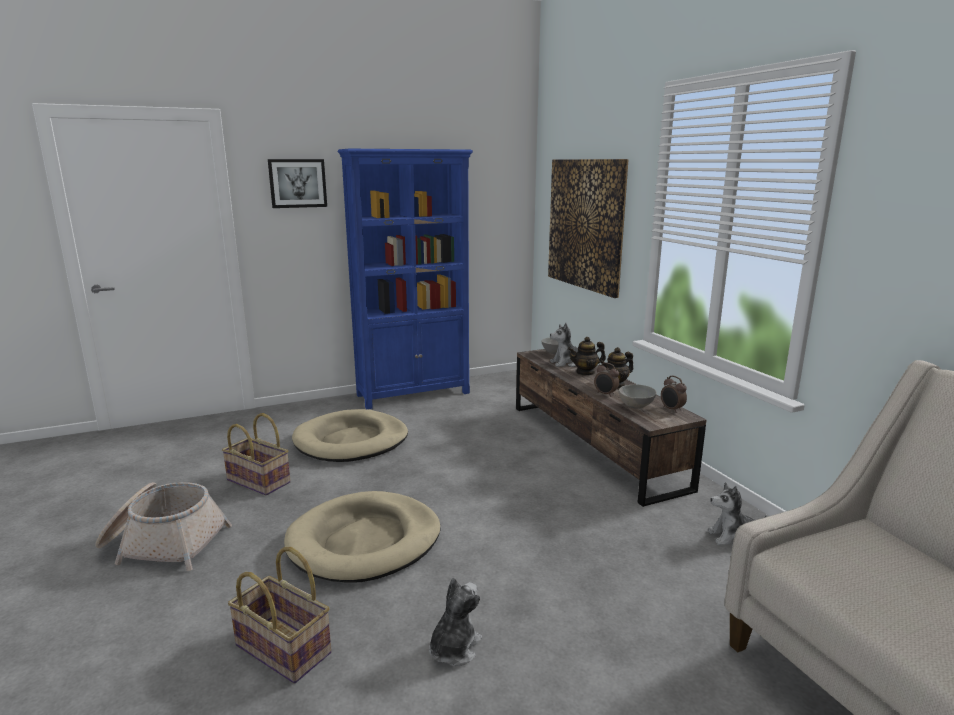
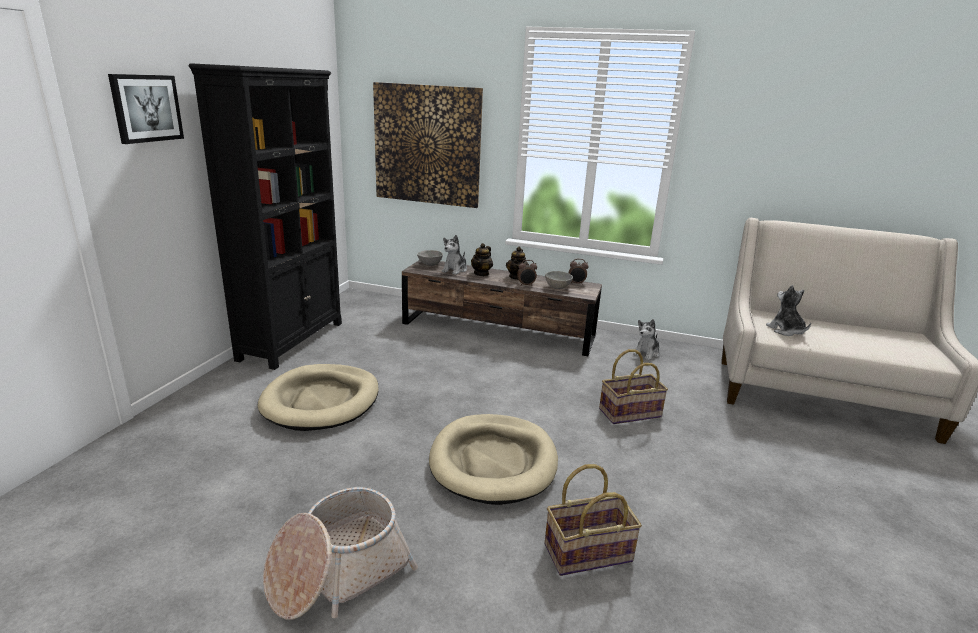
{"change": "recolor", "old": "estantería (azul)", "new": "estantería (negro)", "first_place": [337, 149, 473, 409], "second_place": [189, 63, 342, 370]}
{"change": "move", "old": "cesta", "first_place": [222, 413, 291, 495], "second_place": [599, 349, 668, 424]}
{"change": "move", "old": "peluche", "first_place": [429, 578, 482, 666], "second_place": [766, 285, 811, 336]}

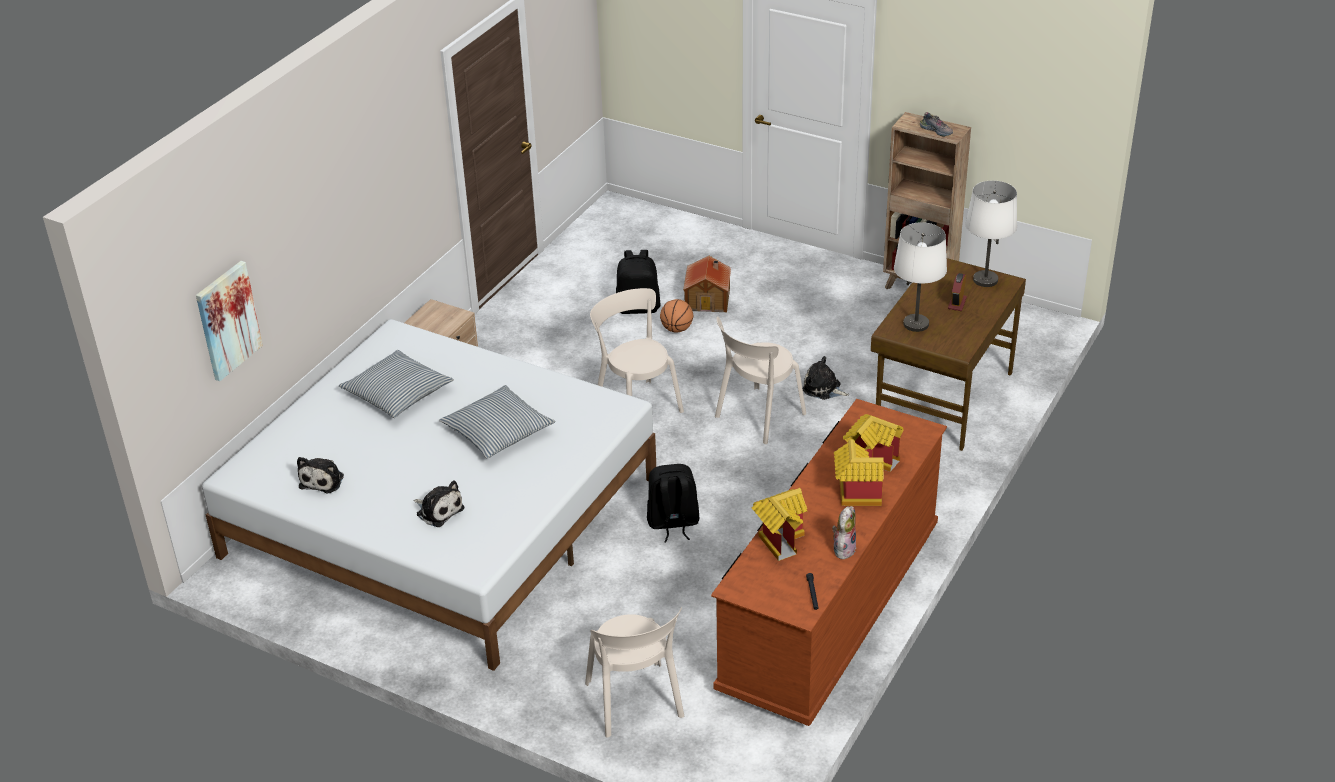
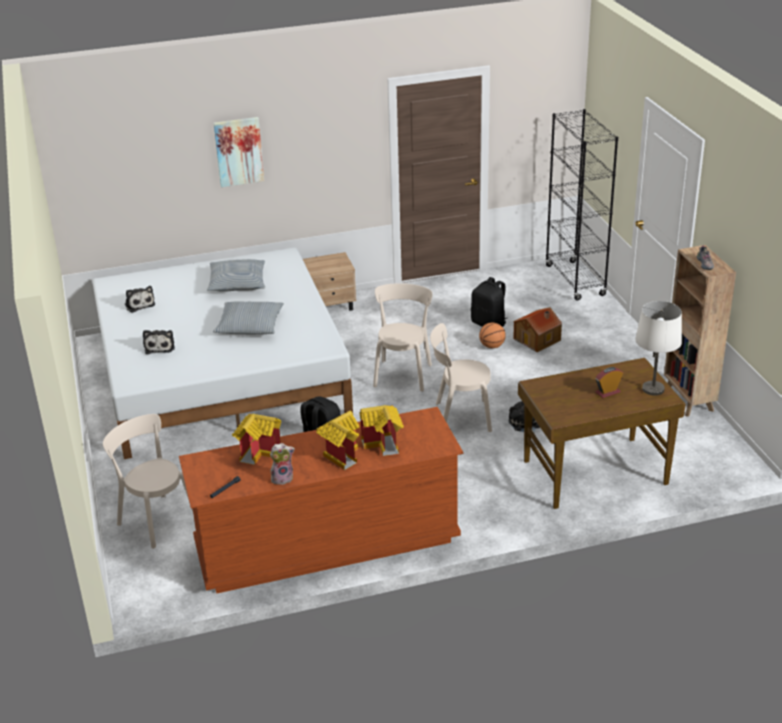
{"change": "rotate", "old": "silla (beis)", "first_place": [585, 607, 684, 738], "second_place": [103, 414, 193, 549], "degrees": 105}
{"change": "rotate", "old": "peluche", "first_place": [297, 457, 344, 493], "second_place": [125, 286, 155, 313], "degrees": -90}
{"change": "move", "old": "cuadro", "first_place": [196, 261, 263, 381], "second_place": [214, 117, 264, 187]}
{"change": "insert", "new": "estantería (negro)", "second_place": [545, 109, 618, 300]}
{"change": "delete", "old": "lámpara de mesa (blanco)", "first_place": [894, 222, 947, 332]}

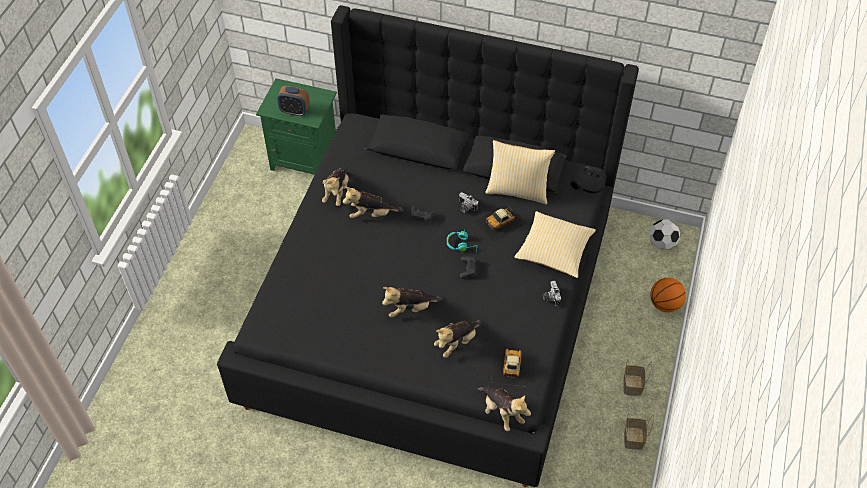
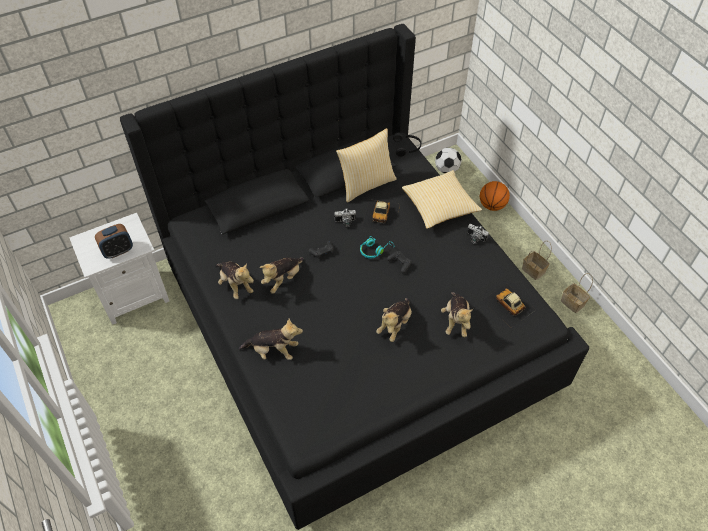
{"change": "recolor", "old": "mesita de noche (verde)", "new": "mesita de noche (blanco)", "first_place": [256, 78, 337, 175], "second_place": [69, 213, 169, 325]}
{"change": "move", "old": "peluche", "first_place": [477, 387, 531, 431], "second_place": [239, 318, 303, 360]}

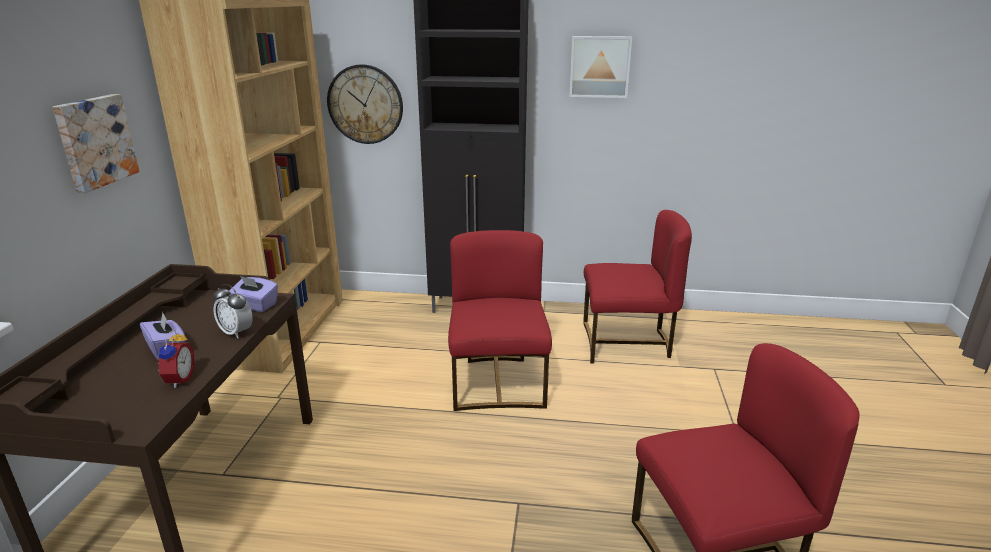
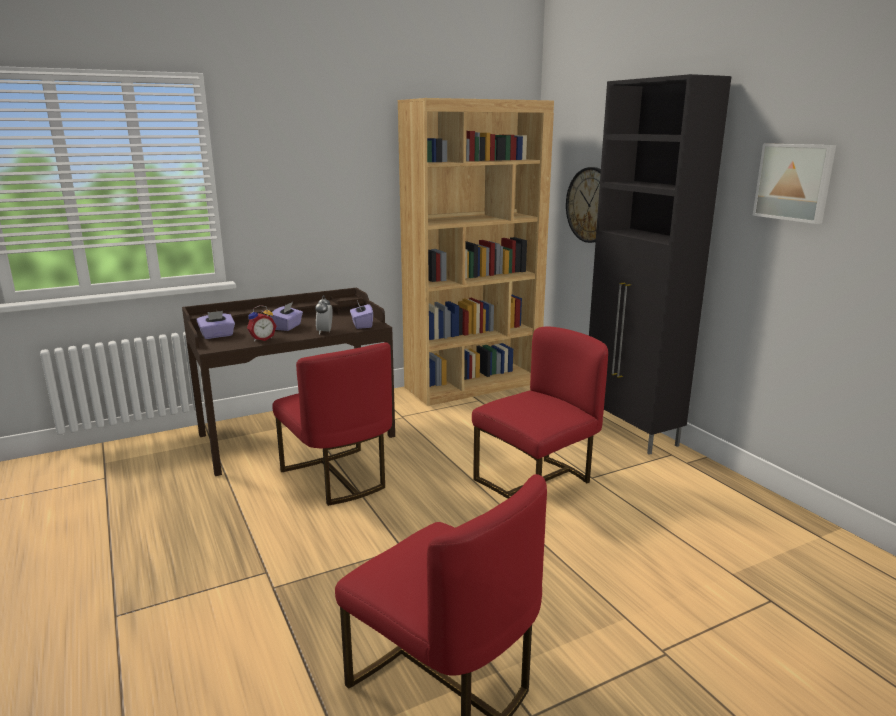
{"change": "insert", "new": "caja de pañuelos (morado)", "second_place": [197, 311, 235, 339]}
{"change": "move", "old": "silla (rojo)", "first_place": [583, 210, 692, 364], "second_place": [273, 342, 392, 506]}
{"change": "delete", "old": "cuadro", "first_place": [53, 94, 139, 193]}

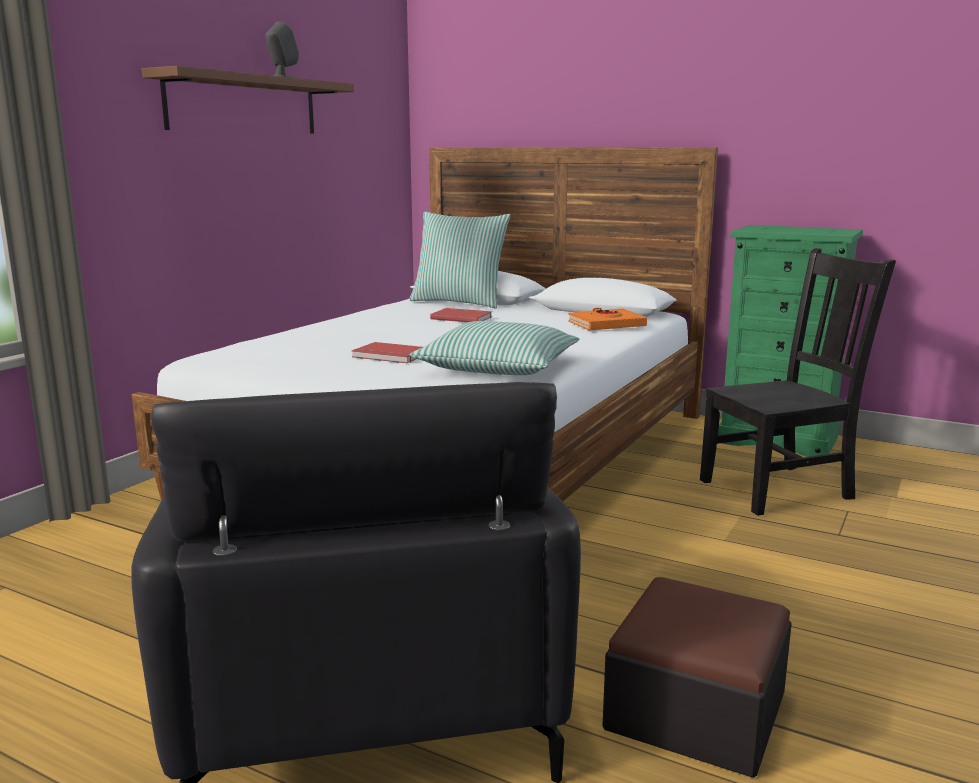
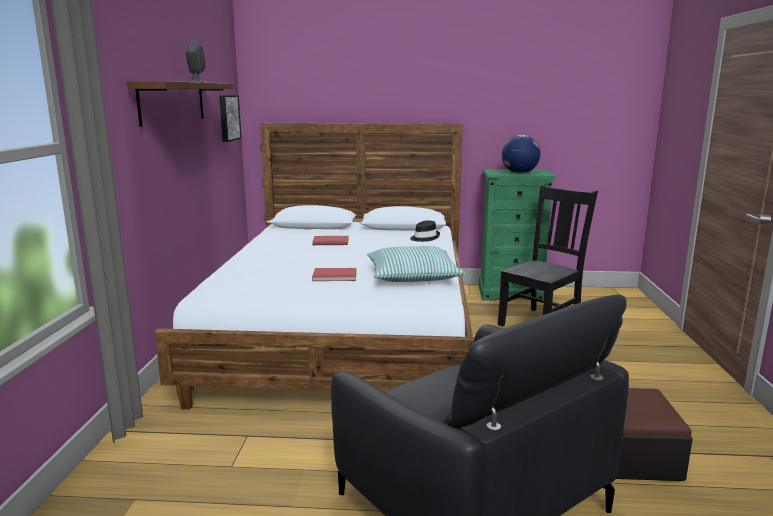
{"change": "insert", "new": "cuadro", "second_place": [219, 95, 242, 142]}
{"change": "replace", "old": "libro (naranja)", "new": "sombrero (negro)", "first_place": [568, 308, 647, 330], "second_place": [410, 221, 440, 242]}
{"change": "insert", "new": "globo terráqueo", "second_place": [502, 135, 540, 174]}
{"change": "delete", "old": "cojín", "first_place": [409, 212, 511, 308]}

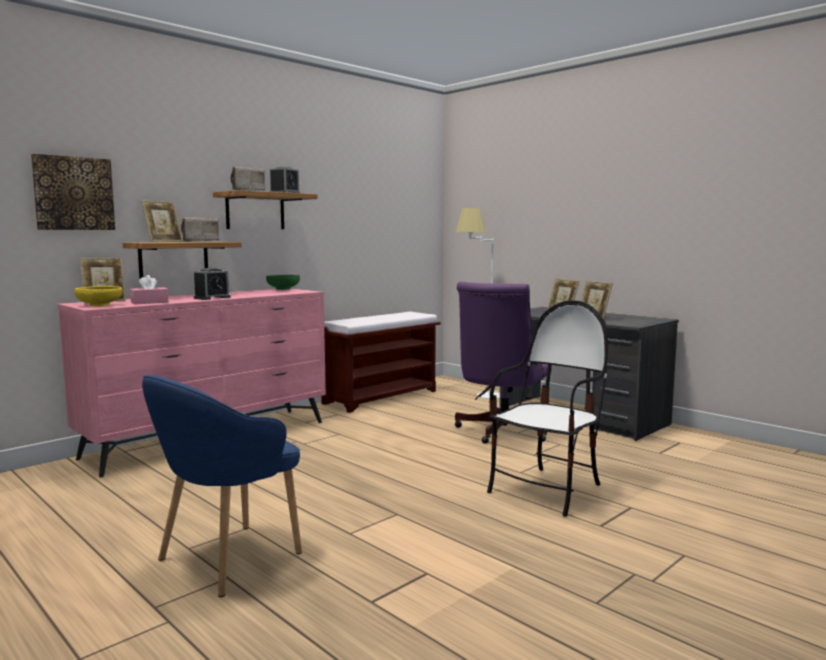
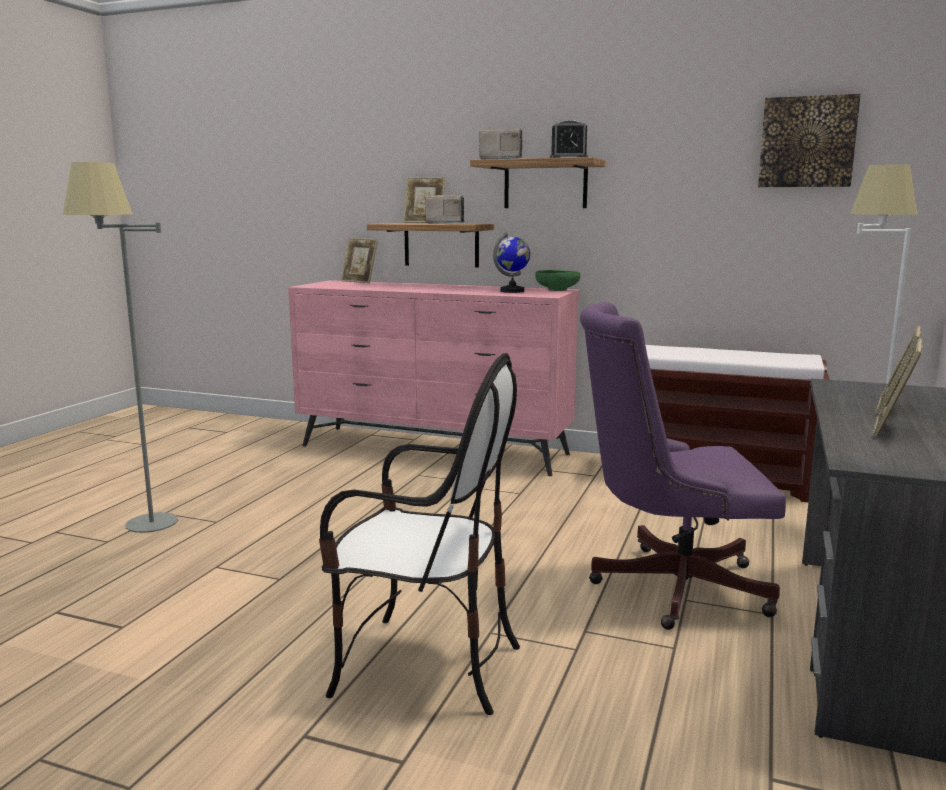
{"change": "replace", "old": "sillón (azul)", "new": "lámpara de pie (gris)", "first_place": [142, 375, 302, 597], "second_place": [63, 162, 178, 533]}
{"change": "insert", "new": "globo terráqueo", "second_place": [493, 233, 530, 293]}
{"change": "move", "old": "cuadro", "first_place": [31, 154, 115, 230], "second_place": [758, 94, 861, 187]}
{"change": "delete", "old": "cuenco (amarillo)", "first_place": [75, 286, 123, 306]}
{"change": "delete", "old": "caja de pañuelos (rosa)", "first_place": [130, 275, 168, 304]}
{"change": "delete", "old": "despertador", "first_place": [194, 268, 231, 300]}

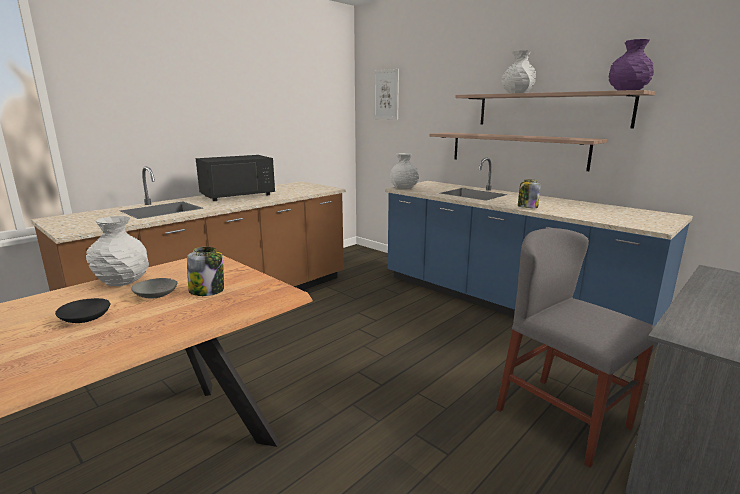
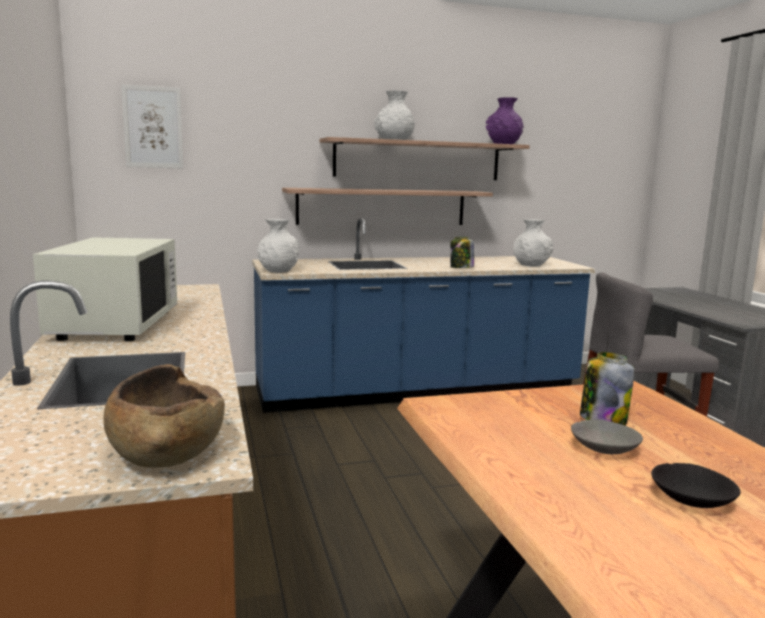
{"change": "recolor", "old": "microondas (negro)", "new": "microondas (blanco)", "first_place": [196, 155, 275, 201], "second_place": [33, 237, 177, 341]}
{"change": "insert", "new": "cuenco (marrón)", "second_place": [104, 364, 225, 468]}
{"change": "move", "old": "florero (blanco)", "first_place": [86, 216, 149, 286], "second_place": [513, 219, 553, 267]}

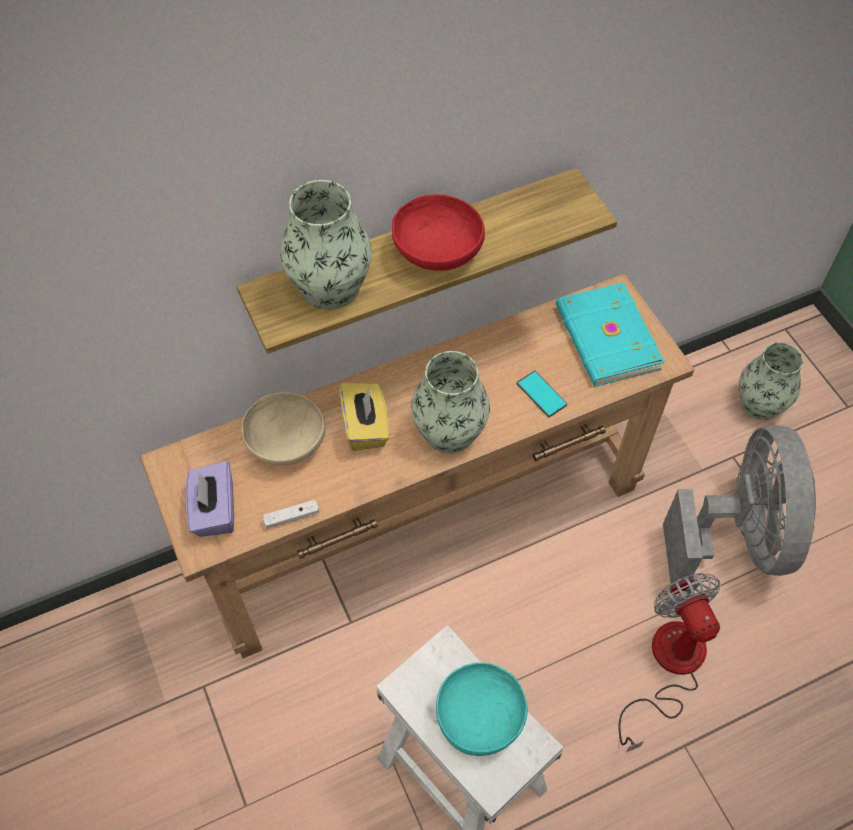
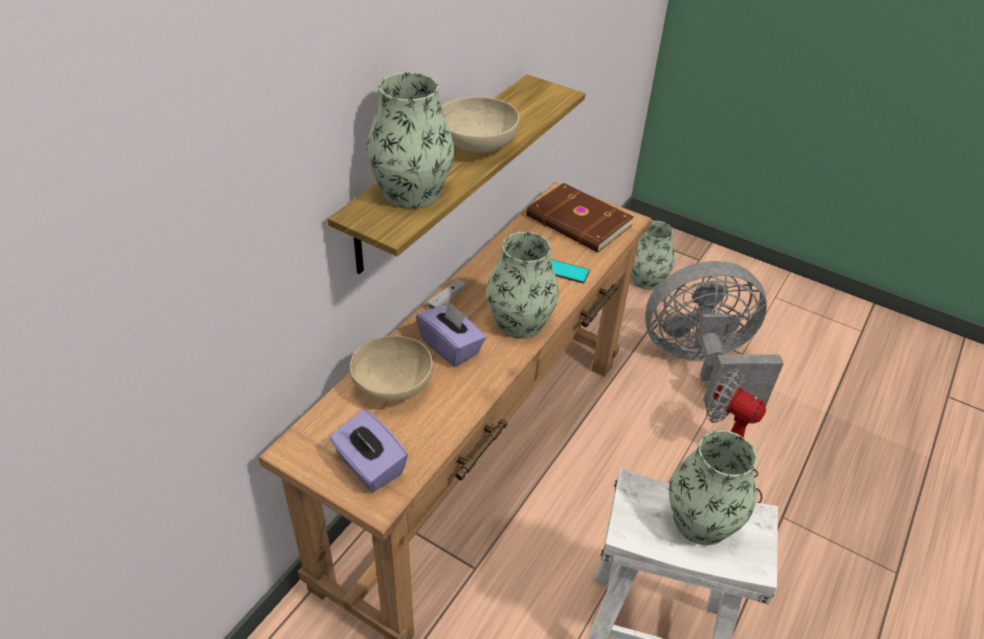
{"change": "recolor", "old": "caja de pañuelos (amarillo)", "new": "caja de pañuelos (morado)", "first_place": [339, 383, 389, 451], "second_place": [416, 301, 486, 367]}
{"change": "move", "old": "mando de consola (blanco)", "first_place": [263, 500, 319, 529], "second_place": [427, 279, 466, 309]}
{"change": "recolor", "old": "cuenco (rojo)", "new": "cuenco (beis)", "first_place": [392, 194, 485, 271], "second_place": [441, 97, 520, 153]}
{"change": "recolor", "old": "libro (turquesa)", "new": "libro (marrón)", "first_place": [556, 282, 665, 387], "second_place": [526, 183, 633, 252]}
{"change": "rotate", "old": "ventilador (gris)", "first_place": [663, 425, 816, 585], "second_place": [645, 261, 784, 408], "degrees": -60}
{"change": "replace", "old": "cuenco (turquesa)", "new": "florero", "first_place": [436, 662, 528, 756], "second_place": [669, 430, 757, 545]}

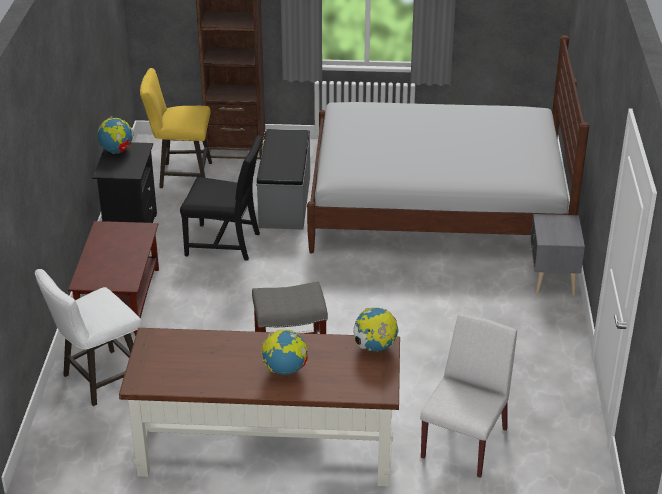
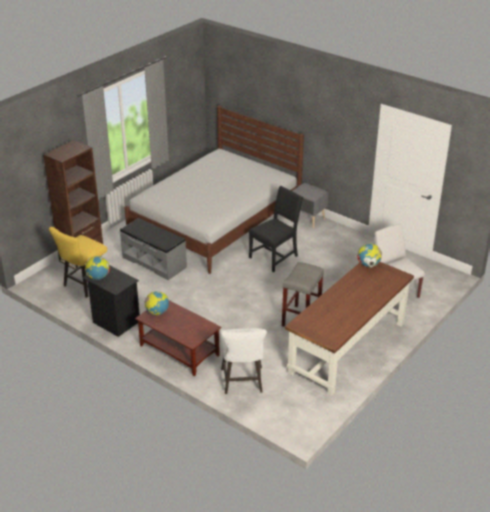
{"change": "move", "old": "globo terráqueo", "first_place": [262, 330, 308, 375], "second_place": [144, 291, 169, 315]}
{"change": "move", "old": "silla (negro)", "first_place": [180, 135, 263, 261], "second_place": [249, 186, 303, 272]}

